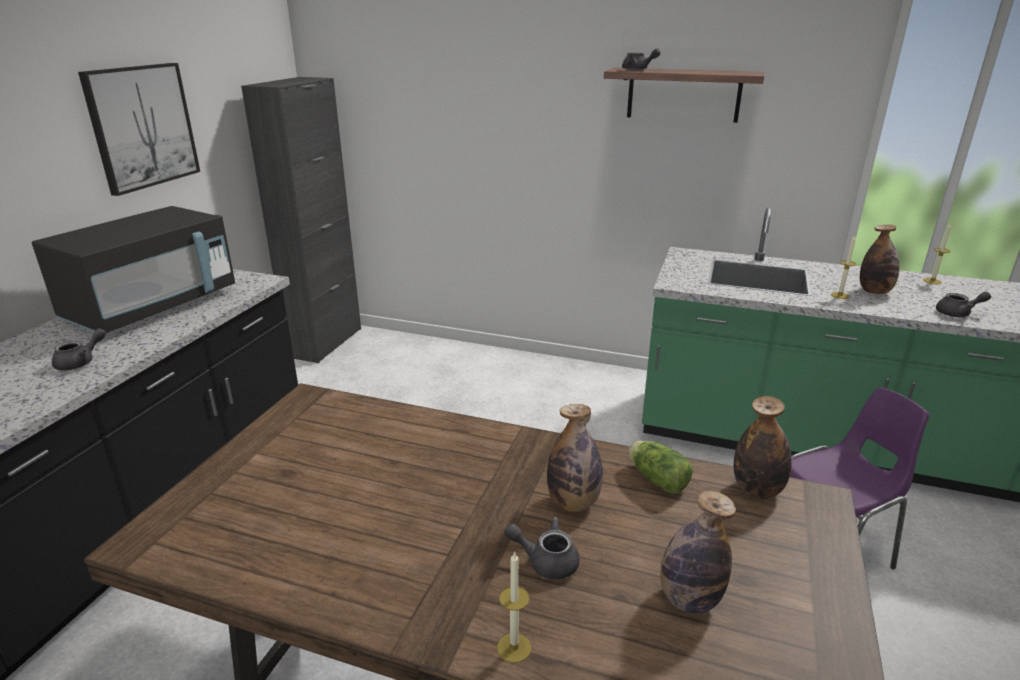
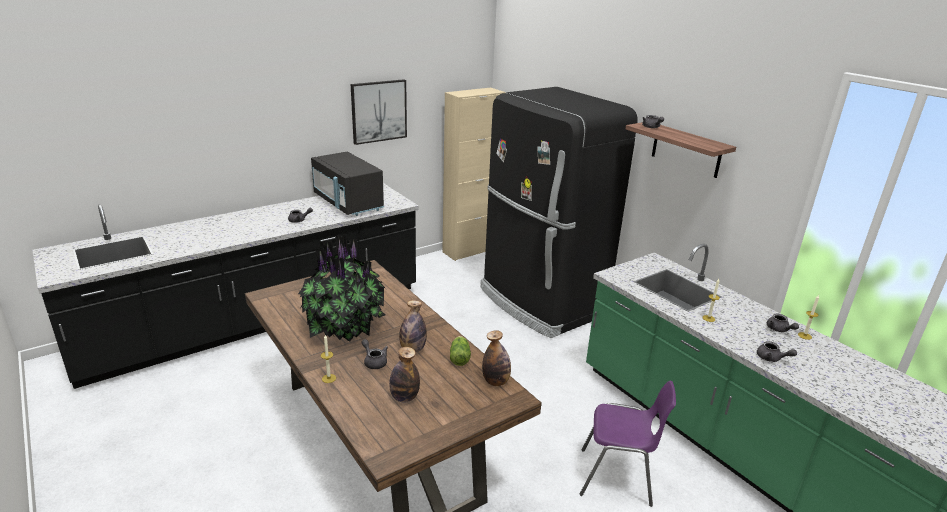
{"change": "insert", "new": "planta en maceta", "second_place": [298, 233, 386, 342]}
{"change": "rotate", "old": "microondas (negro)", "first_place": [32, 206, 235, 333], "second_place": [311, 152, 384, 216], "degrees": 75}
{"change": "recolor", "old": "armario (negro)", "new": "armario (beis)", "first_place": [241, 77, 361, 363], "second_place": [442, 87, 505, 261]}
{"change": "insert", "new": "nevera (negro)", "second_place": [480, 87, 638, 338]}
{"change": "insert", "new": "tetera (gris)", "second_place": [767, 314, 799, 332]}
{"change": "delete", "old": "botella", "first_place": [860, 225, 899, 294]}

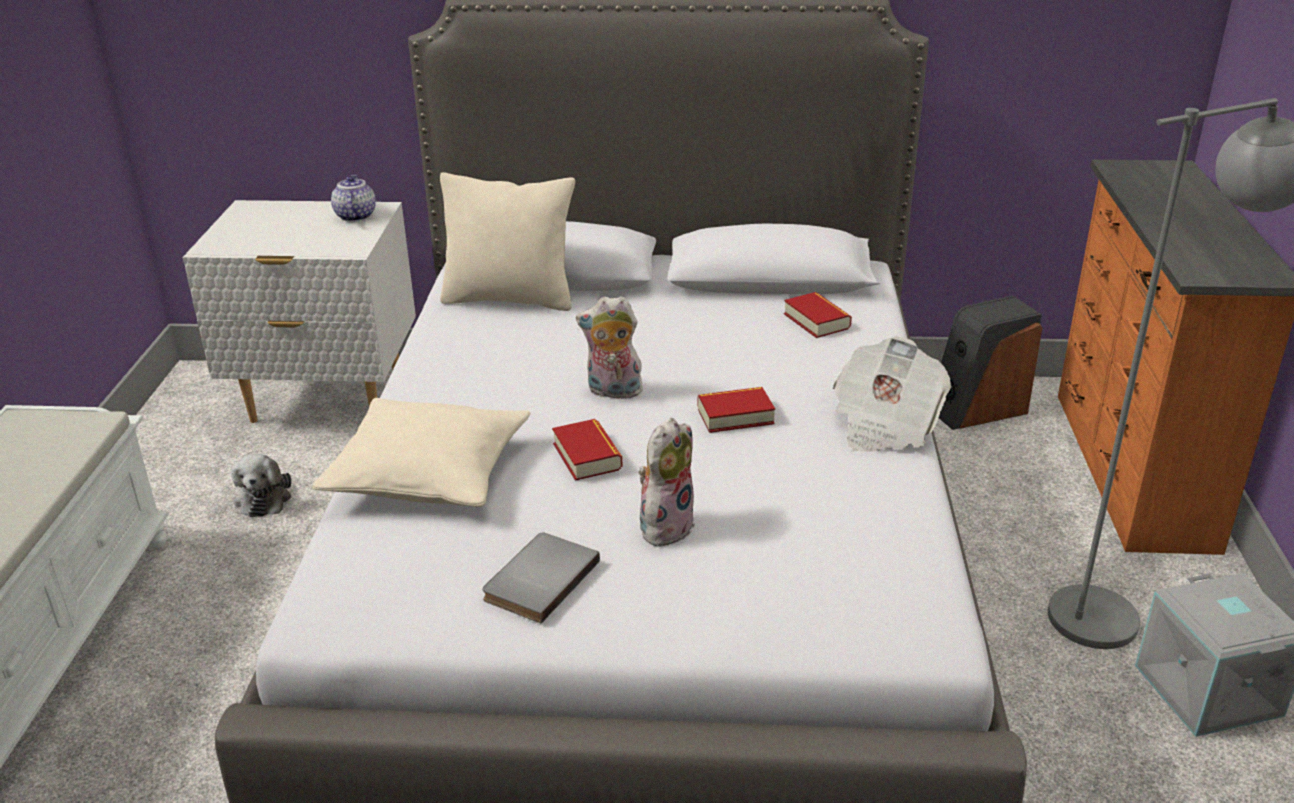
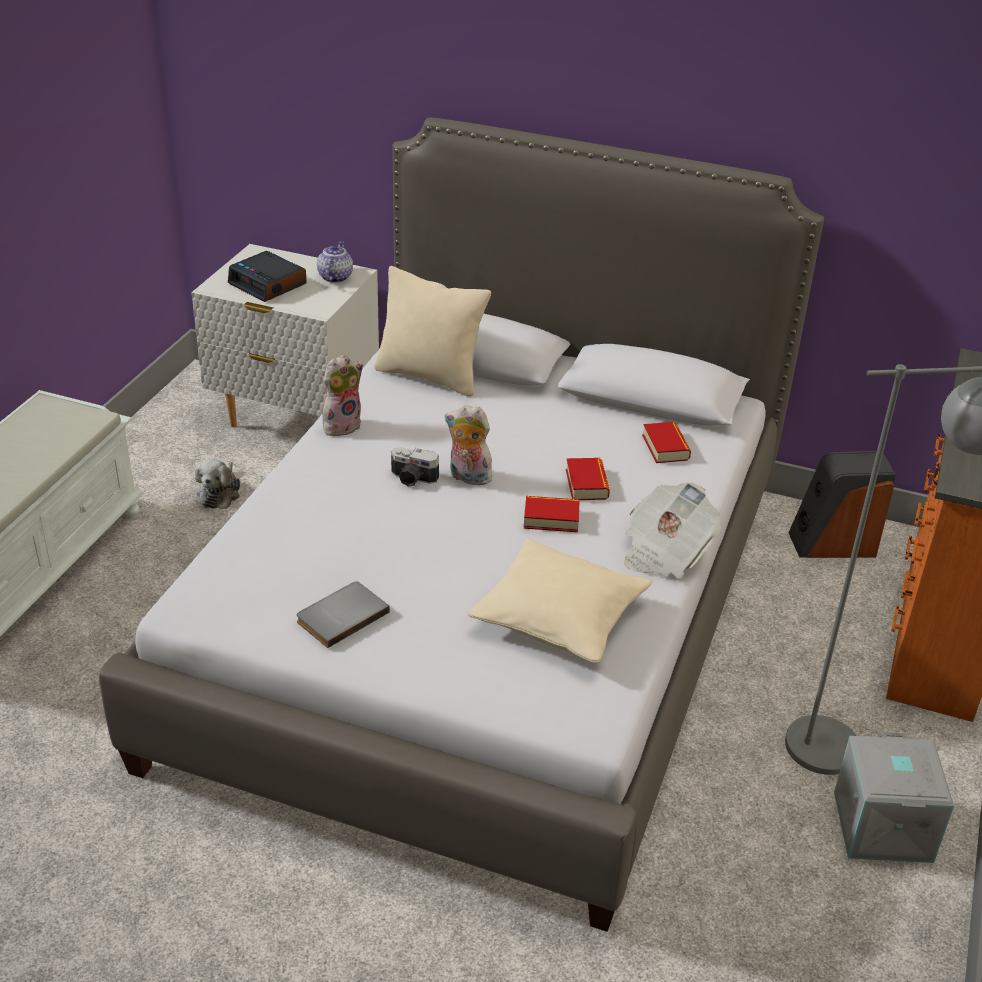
{"change": "insert", "new": "despertador", "second_place": [228, 251, 307, 302]}
{"change": "move", "old": "peluche", "first_place": [638, 418, 695, 546], "second_place": [322, 355, 363, 438]}
{"change": "insert", "new": "cámara", "second_place": [391, 447, 439, 486]}
{"change": "move", "old": "cojín (beis)", "first_place": [312, 398, 530, 507], "second_place": [468, 539, 652, 664]}
{"change": "move", "old": "libro", "first_place": [552, 419, 623, 481], "second_place": [566, 458, 610, 500]}

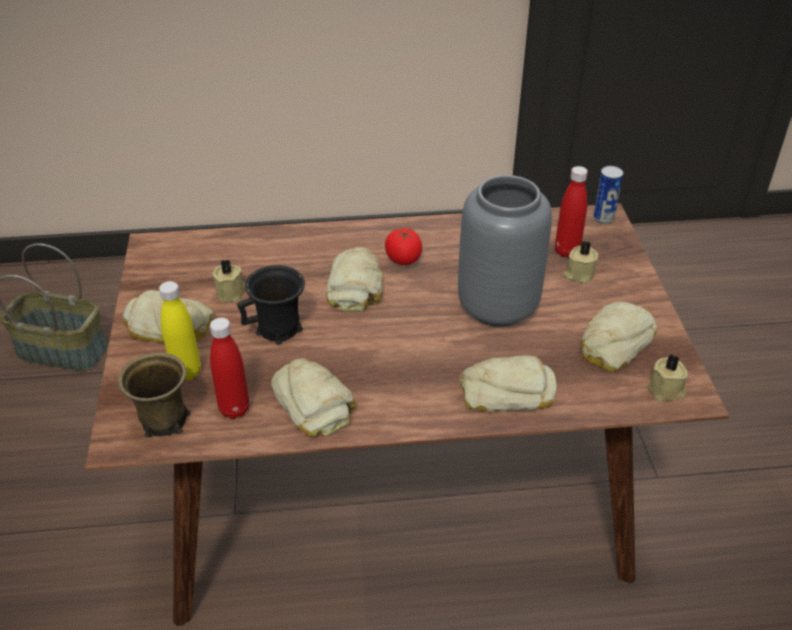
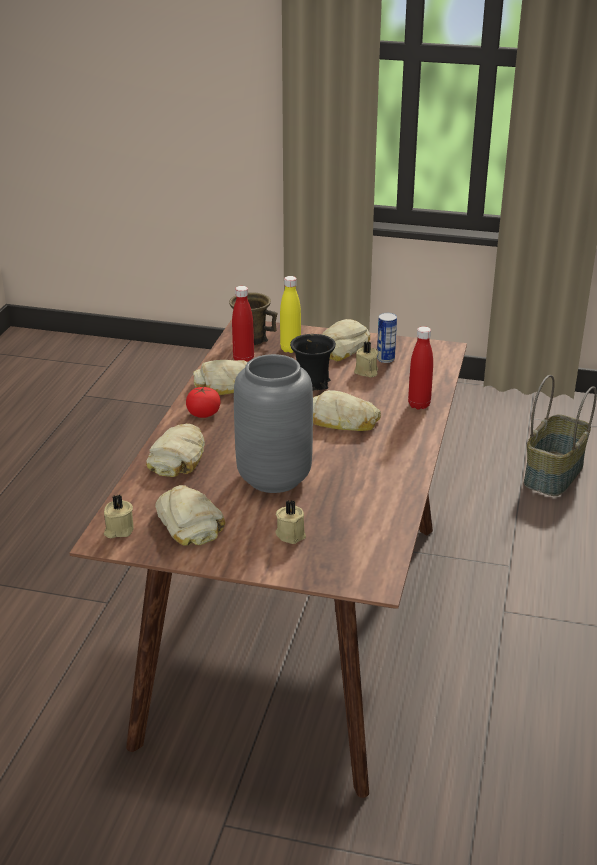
{"change": "move", "old": "tomate", "first_place": [385, 228, 422, 265], "second_place": [186, 387, 221, 418]}
{"change": "move", "old": "lata", "first_place": [593, 166, 623, 224], "second_place": [377, 313, 397, 363]}
{"change": "move", "old": "botella (rojo)", "first_place": [555, 166, 588, 258], "second_place": [408, 327, 433, 410]}

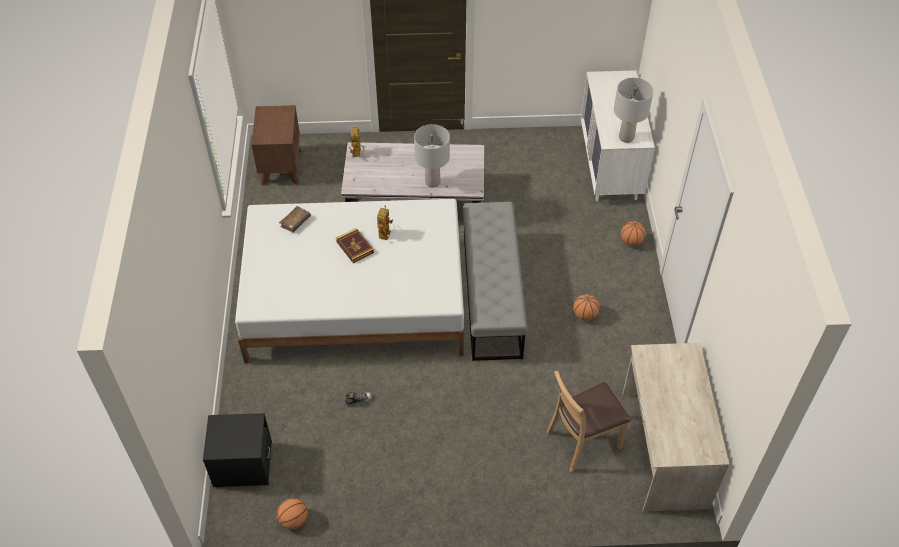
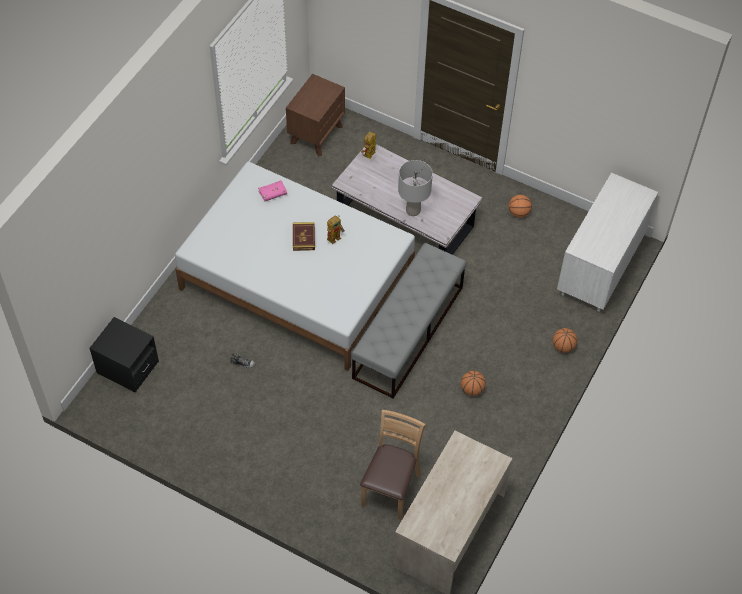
{"change": "recolor", "old": "libro (marrón)", "new": "libro (rosa)", "first_place": [279, 206, 311, 232], "second_place": [258, 180, 287, 202]}
{"change": "rotate", "old": "silla (marrón)", "first_place": [547, 371, 631, 472], "second_place": [360, 410, 425, 520], "degrees": 105}
{"change": "move", "old": "balón de baloncesto", "first_place": [277, 498, 308, 530], "second_place": [508, 195, 532, 218]}
{"change": "delete", "old": "lámpara de mesa (gris)", "first_place": [614, 78, 653, 143]}

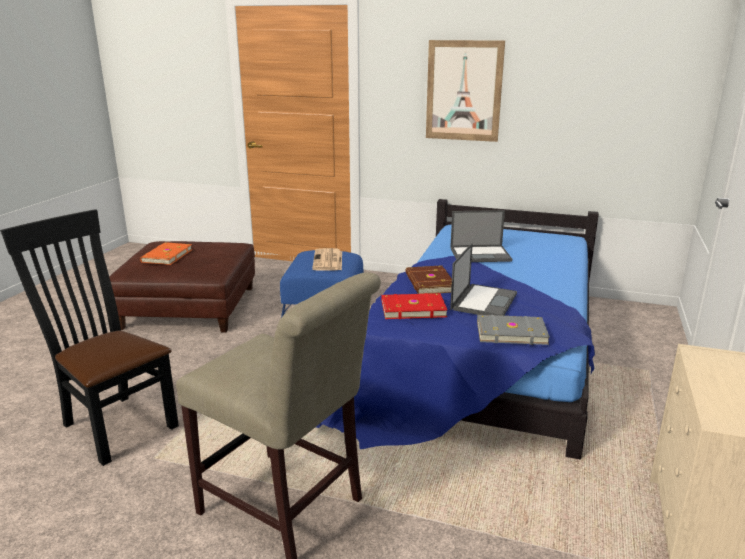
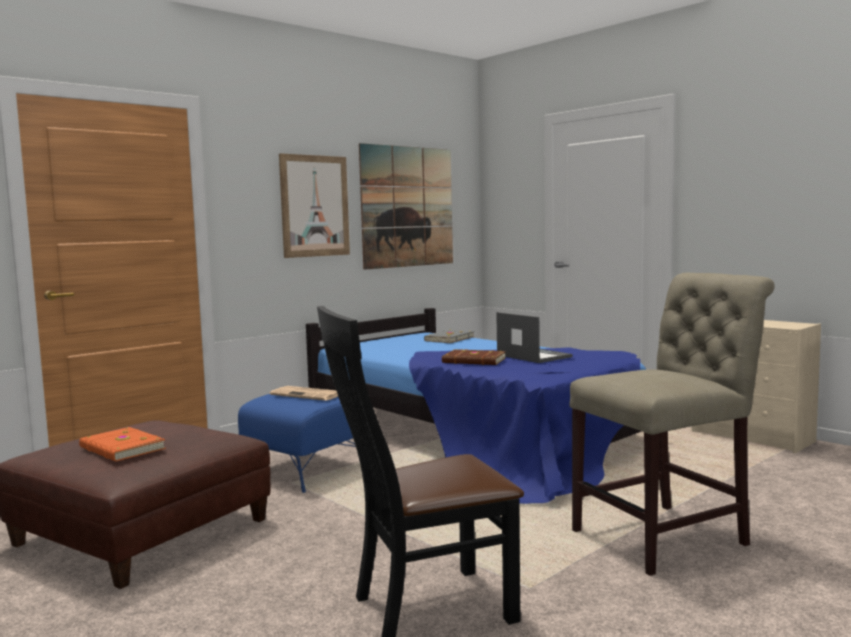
{"change": "insert", "new": "cuadro", "second_place": [359, 143, 453, 270]}
{"change": "move", "old": "libro (gris)", "first_place": [477, 315, 550, 345], "second_place": [424, 329, 474, 343]}
{"change": "delete", "old": "libro (rojo)", "first_place": [382, 293, 448, 319]}
{"change": "delete", "old": "portátil", "first_place": [450, 210, 512, 262]}

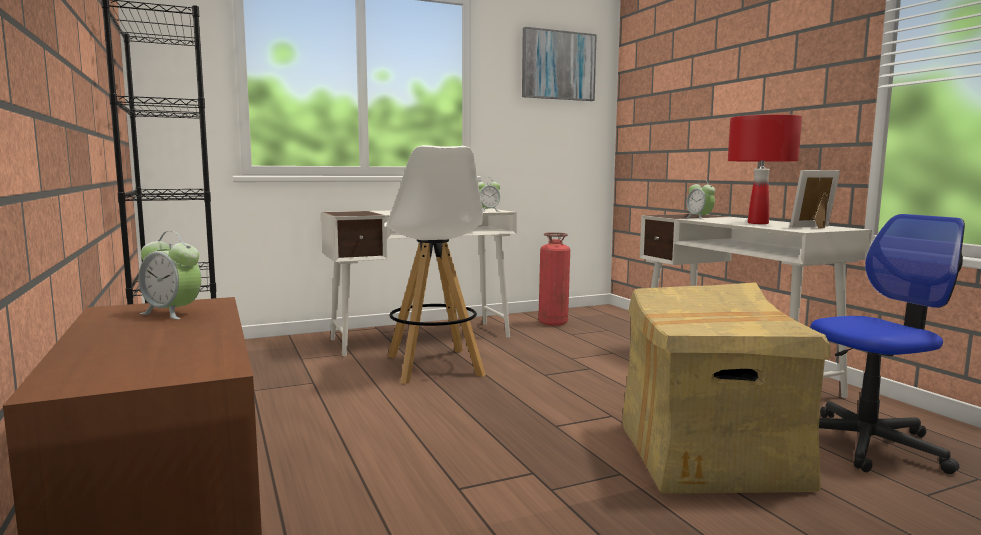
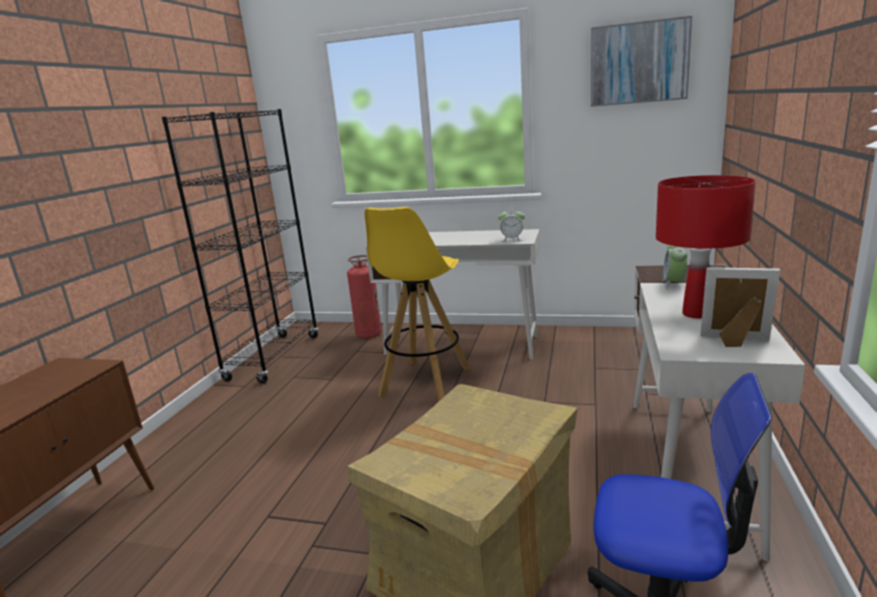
{"change": "move", "old": "extintor", "first_place": [539, 232, 570, 326], "second_place": [347, 255, 382, 339]}
{"change": "recolor", "old": "taburete (blanco)", "new": "taburete (amarillo)", "first_place": [384, 145, 486, 384], "second_place": [364, 207, 471, 402]}
{"change": "delete", "old": "despertador", "first_place": [138, 231, 201, 319]}

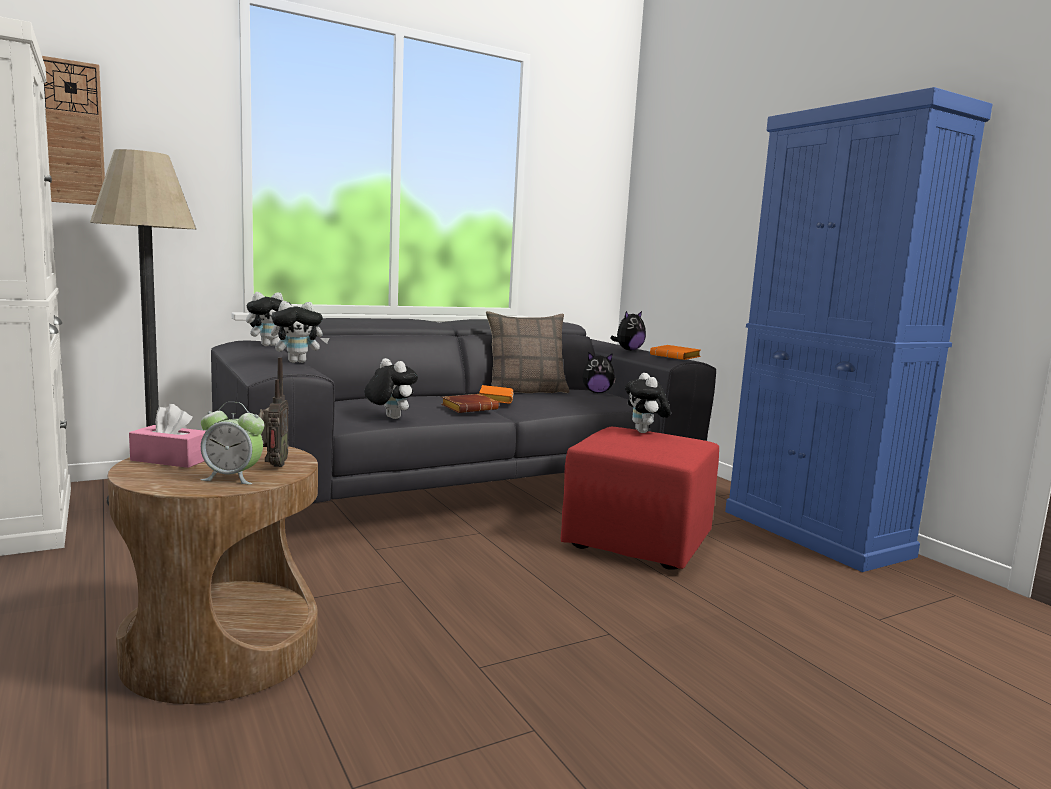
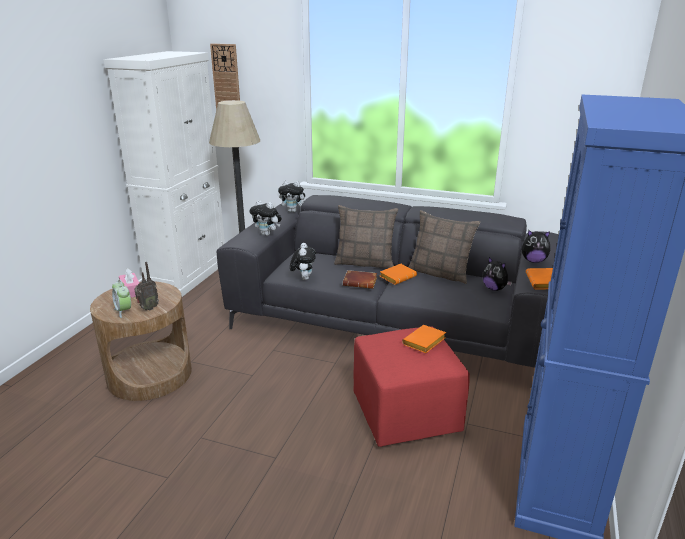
{"change": "insert", "new": "cojín", "second_place": [334, 205, 398, 268]}
{"change": "replace", "old": "peluche", "new": "libro (naranja)", "first_place": [625, 373, 671, 433], "second_place": [402, 325, 446, 353]}

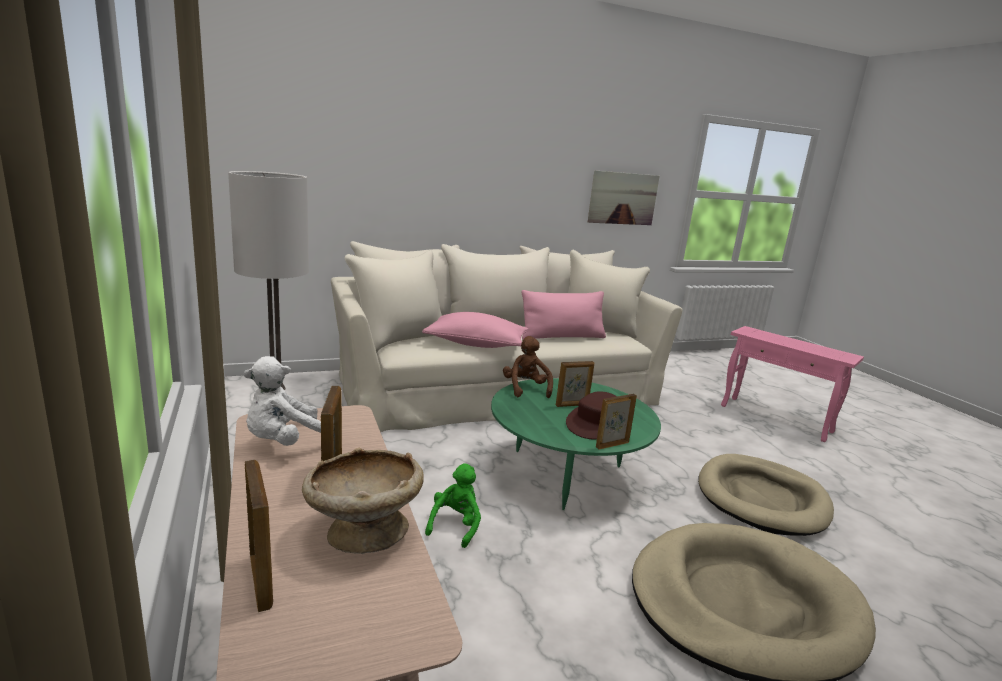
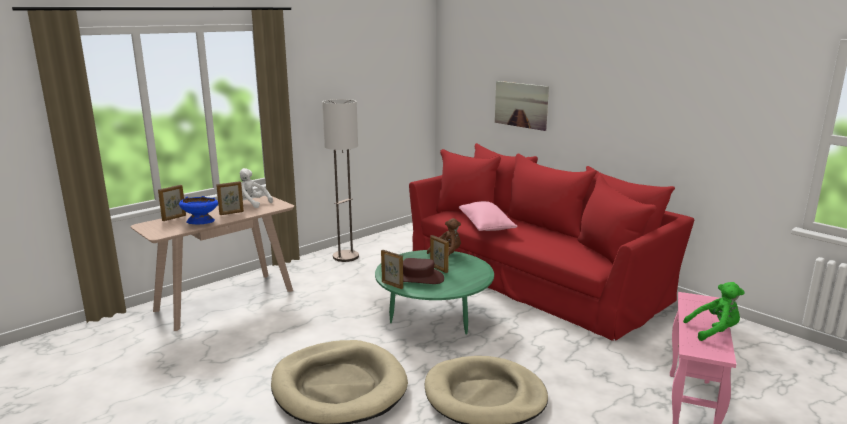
{"change": "recolor", "old": "cuenco (beis)", "new": "cuenco (azul)", "first_place": [302, 448, 424, 554], "second_place": [179, 196, 218, 225]}
{"change": "recolor", "old": "sofá (beis)", "new": "sofá (rojo)", "first_place": [331, 241, 683, 432], "second_place": [409, 143, 694, 341]}
{"change": "move", "old": "cuadro", "first_place": [588, 170, 660, 225], "second_place": [495, 81, 549, 131]}
{"change": "move", "old": "peluche (verde)", "first_place": [425, 463, 481, 548], "second_place": [683, 282, 744, 341]}
{"change": "delete", "old": "cojín (rosa)", "first_place": [522, 290, 606, 340]}

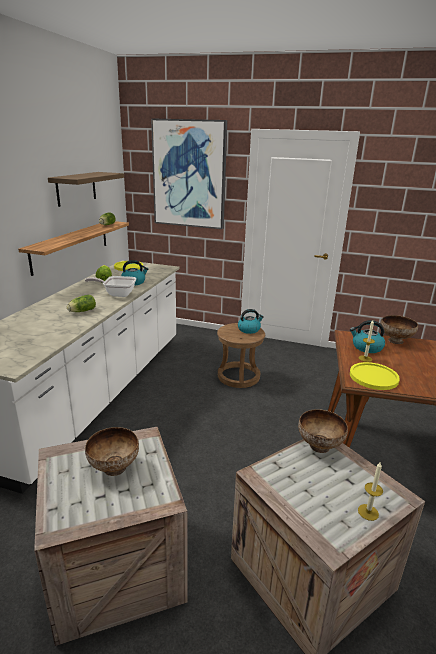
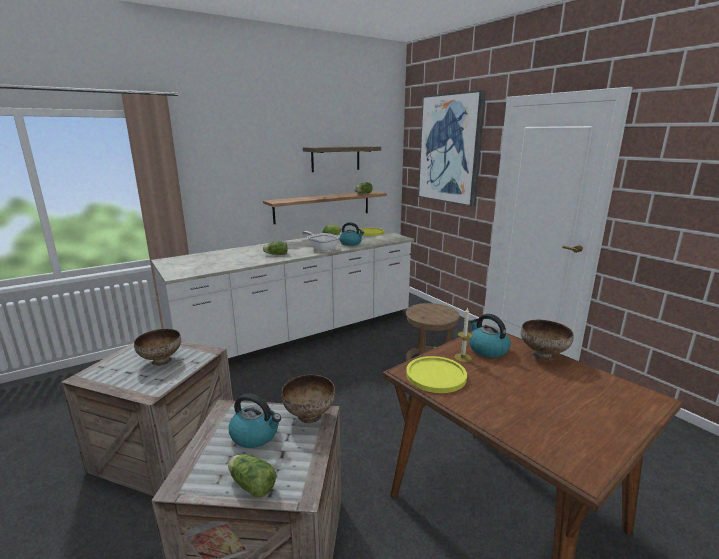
{"change": "replace", "old": "vela", "new": "lechuga", "first_place": [358, 461, 383, 521], "second_place": [228, 454, 276, 497]}
{"change": "move", "old": "hervidor", "first_place": [238, 309, 264, 334], "second_place": [229, 394, 281, 448]}

